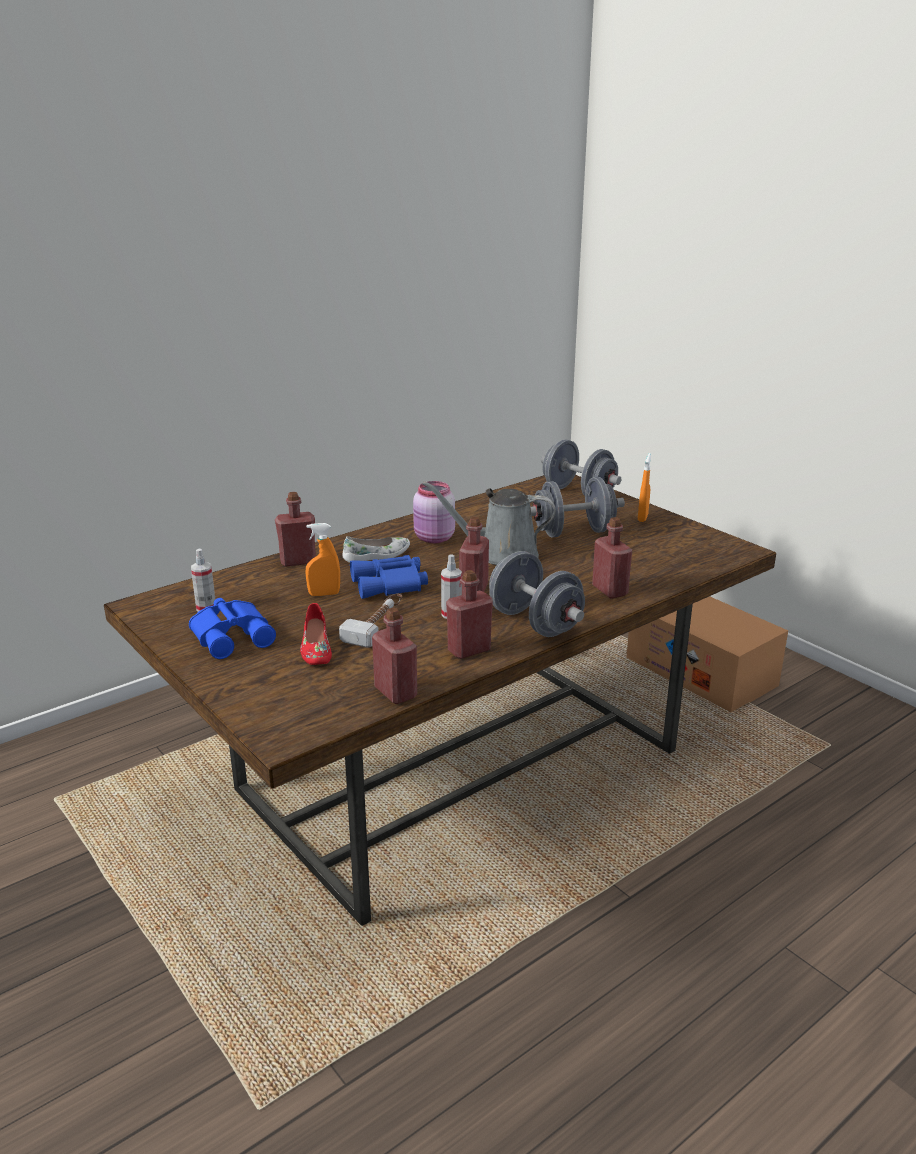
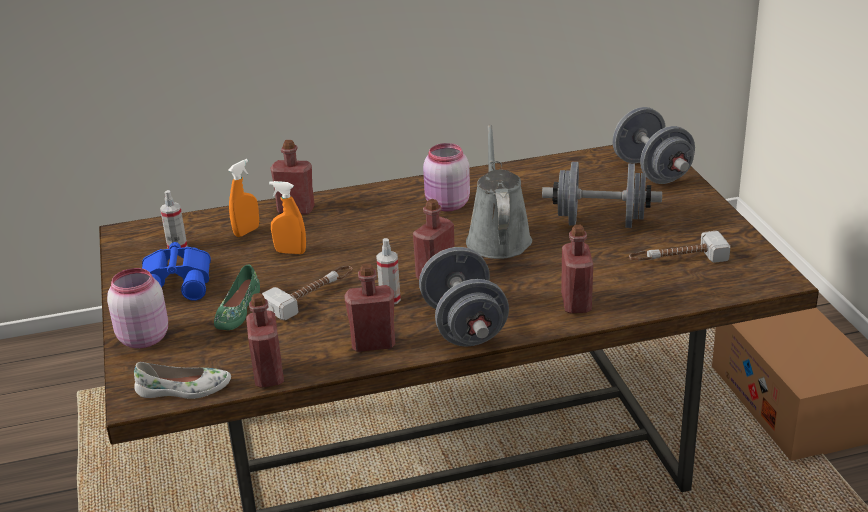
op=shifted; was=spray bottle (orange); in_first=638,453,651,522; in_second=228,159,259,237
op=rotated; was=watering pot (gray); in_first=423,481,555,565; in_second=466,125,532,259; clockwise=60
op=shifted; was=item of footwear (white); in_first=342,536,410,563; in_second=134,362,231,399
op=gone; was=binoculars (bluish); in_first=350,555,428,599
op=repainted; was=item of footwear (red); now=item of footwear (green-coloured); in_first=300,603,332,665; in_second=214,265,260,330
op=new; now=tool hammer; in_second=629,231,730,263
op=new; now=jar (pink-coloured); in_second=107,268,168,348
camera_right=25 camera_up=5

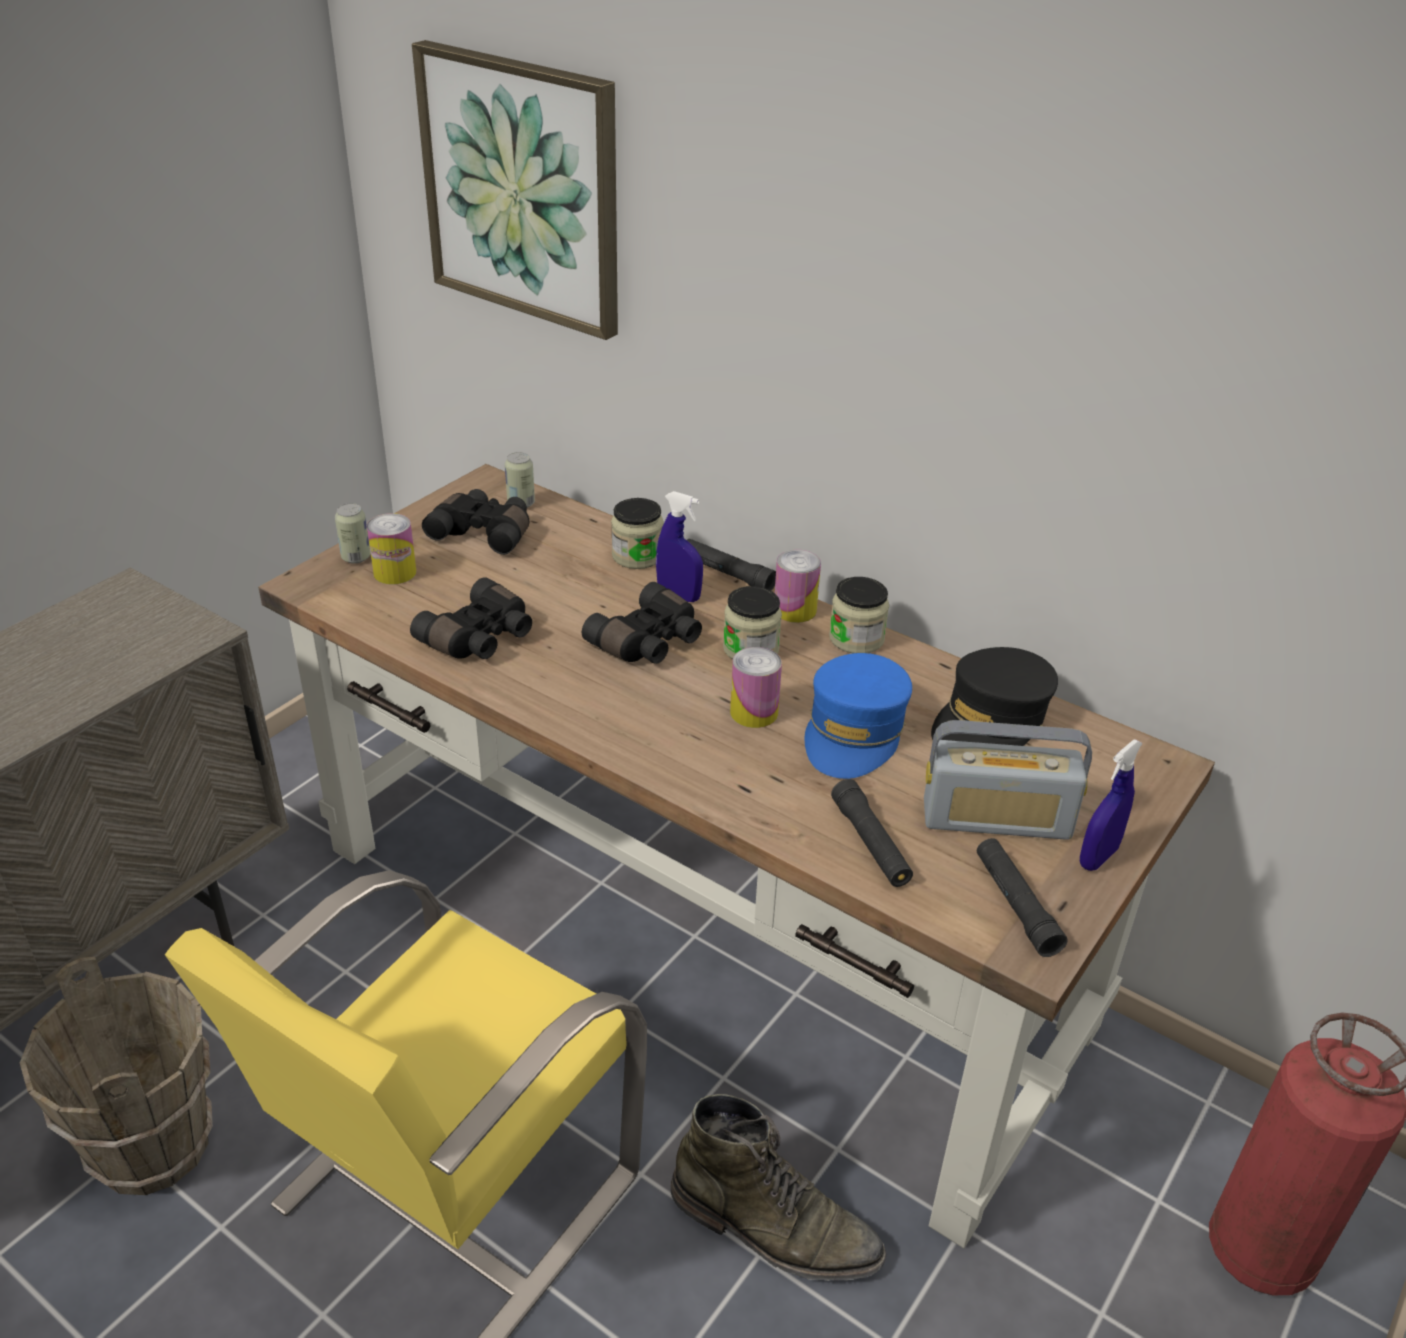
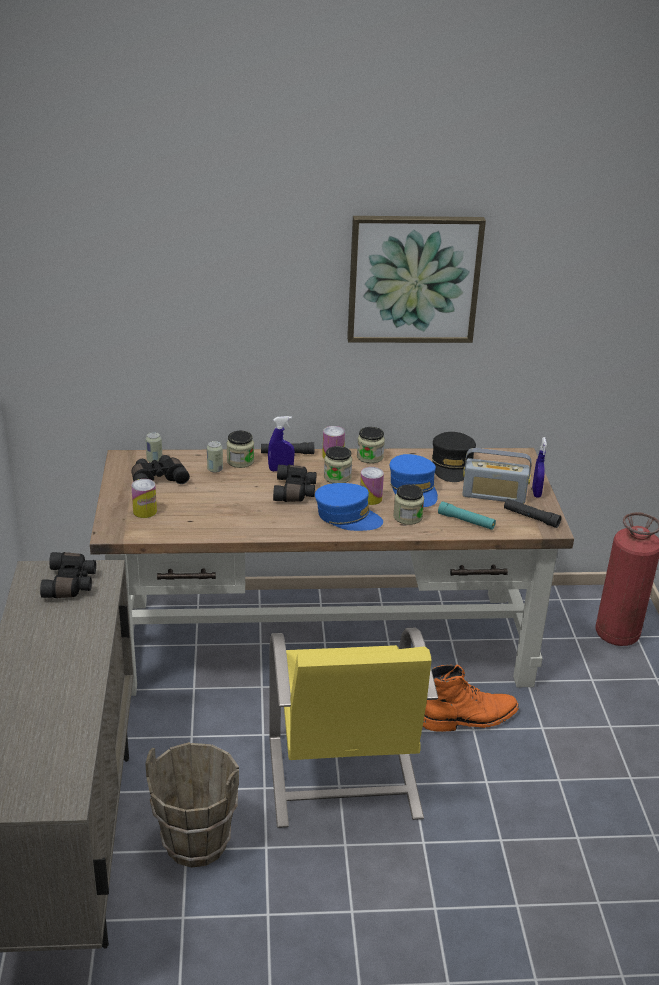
op=shifted; was=wall picture; in_first=412,40,618,340; in_second=347,216,486,343
op=shifted; was=can; in_first=335,503,370,564; in_second=207,441,223,473
op=shifted; was=binoculars (black); in_first=410,577,532,659; in_second=40,552,96,598
op=rotated; was=radio receiver; in_first=924,720,1092,840; in_second=462,448,531,504; clockwise=45
op=repainted; was=hand torch (black); now=hand torch (turquoise); in_first=831,779,913,887; in_second=438,501,496,530
op=repainted; was=high-top boot (green-coloured); now=high-top boot (orange); in_first=671,1094,886,1281; in_second=423,665,519,732
op=new; now=peaked cap (bluish); in_second=315,483,383,531
op=new; now=jar; in_second=393,484,424,525
camera_right=-40 camera_up=-5

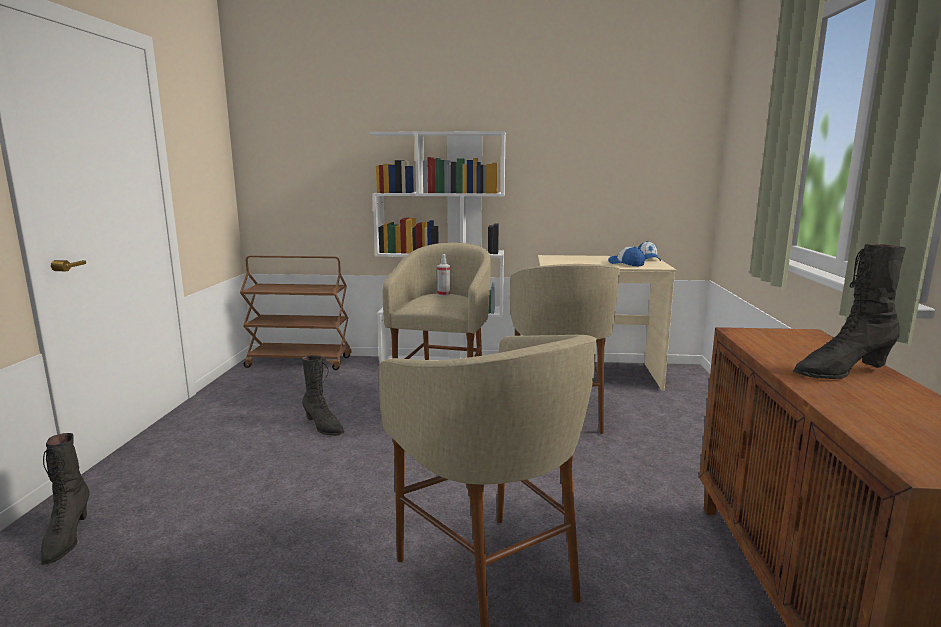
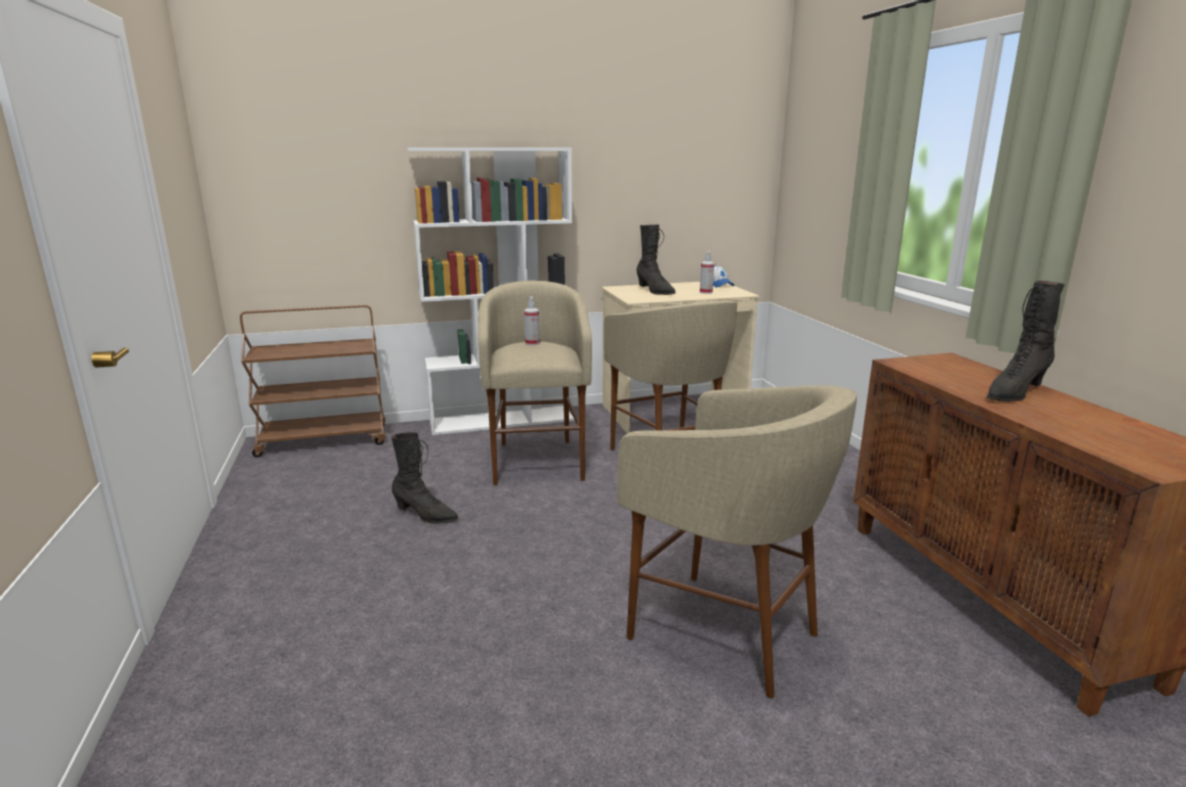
op=swapped; was=peaked cap; now=spray bottle; in_first=608,246,645,267; in_second=700,251,714,294
op=shifted; was=high-top boot (black); in_first=41,433,90,565; in_second=636,225,676,295
camera_right=-20 camera_up=5

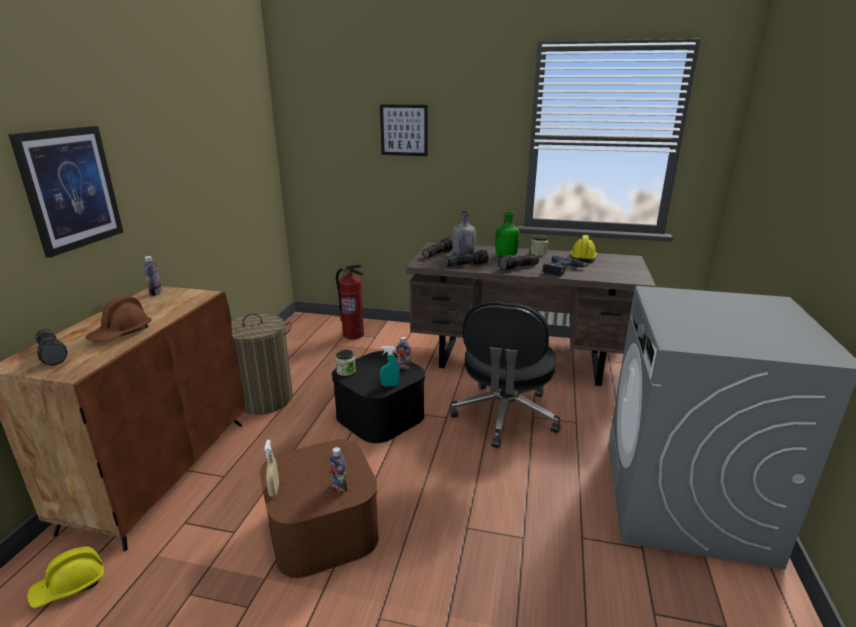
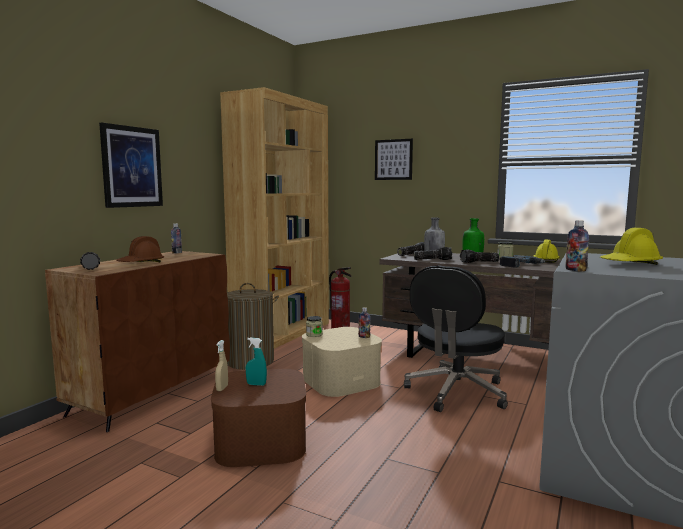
op=shifted; was=spray bottle (turquoise); in_first=380,346,399,386; in_second=246,338,267,386
op=repainted; was=storage bin (black); now=storage bin (beige-coloured); in_first=332,351,425,443; in_second=302,327,382,397
op=shifted; was=drink bottle; in_first=329,447,347,493; in_second=565,220,589,272
op=shifted; was=safety helmet (yellow-coloured); in_first=27,547,104,608; in_second=600,228,663,265
op=new; now=shelving unit (brown); in_second=220,87,329,349
camera_right=15 camera_up=-15

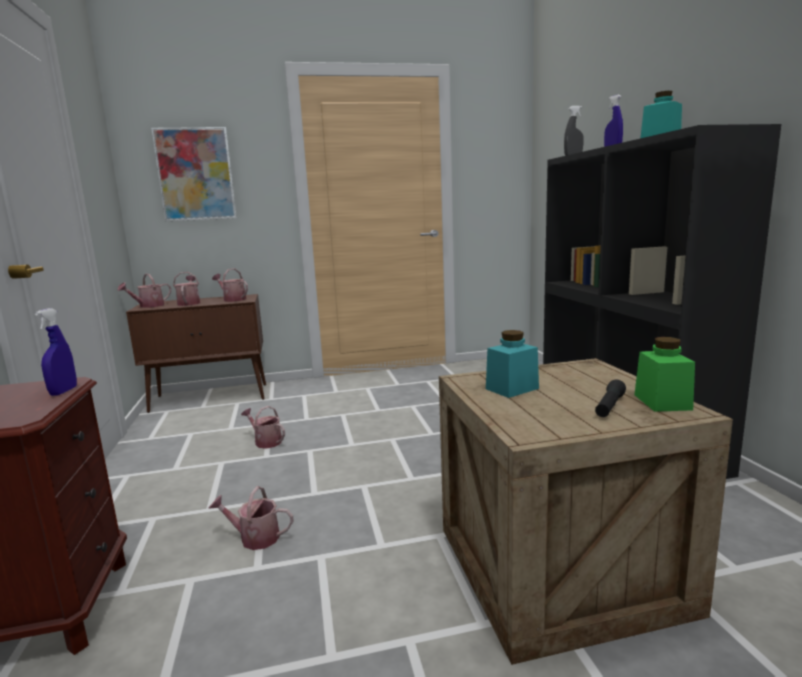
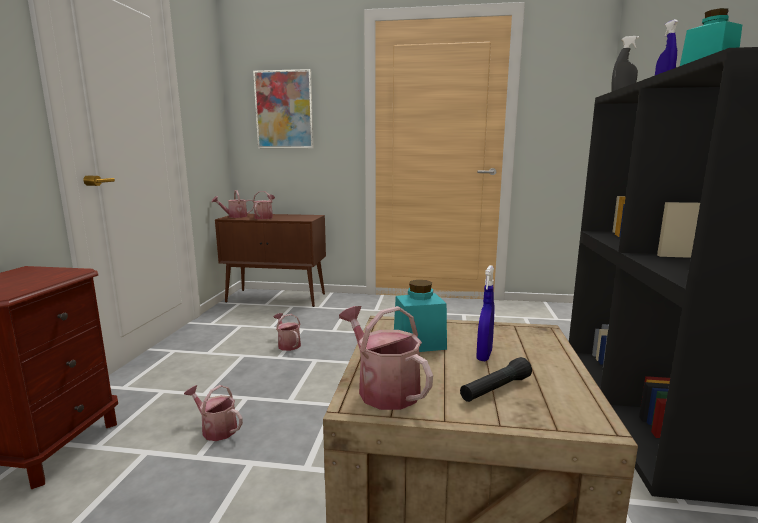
op=shifted; was=watering pot; in_first=212,268,248,302; in_second=339,306,433,410
op=shifted; was=spray bottle (bluish); in_first=35,308,77,396; in_second=476,265,495,361
op=gone; was=jar (green-coloured); in_first=634,337,695,412
camera_right=20 camera_up=0

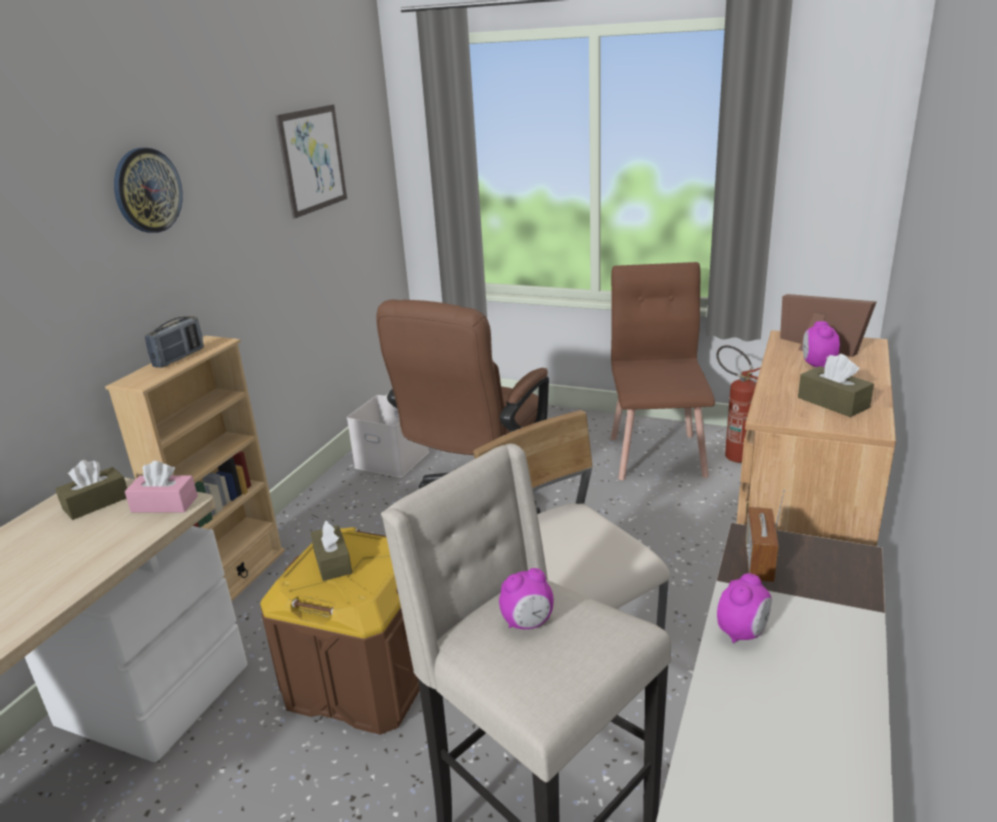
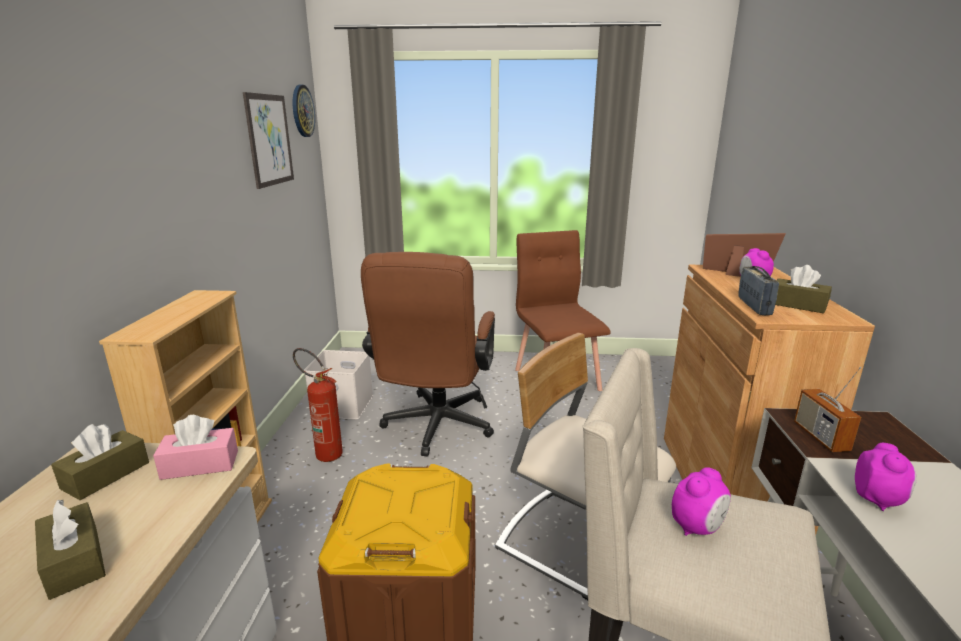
op=shifted; was=hanging clock; in_first=114,148,183,233; in_second=293,85,315,137
op=shifted; was=radio receiver; in_first=145,316,204,368; in_second=738,266,779,315
op=shifted; was=fire-fighting cylinder; in_first=716,345,761,463; in_second=293,348,343,462
op=shifted; was=box of tissues (brown); in_first=310,521,352,581; in_second=35,500,106,600
camera_right=-20 camera_up=-5

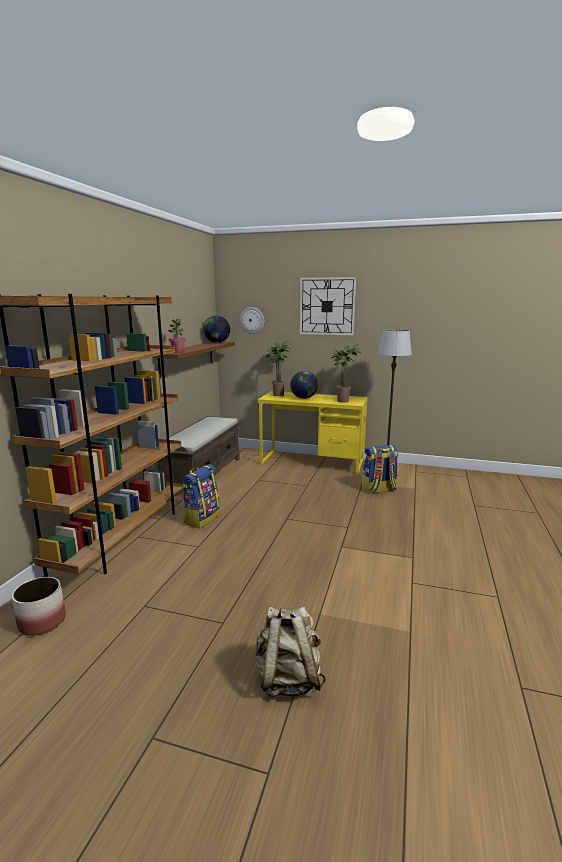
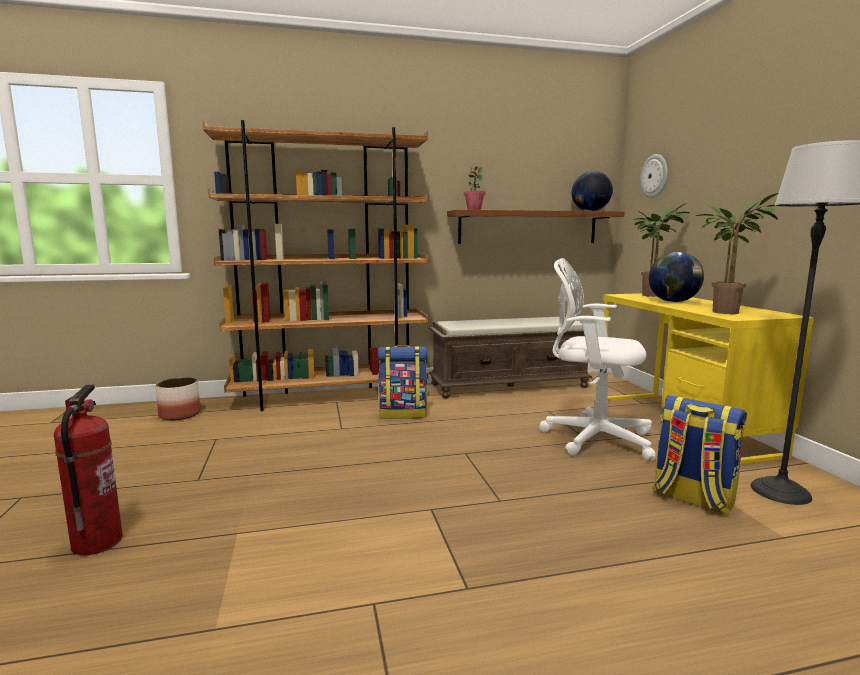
op=gone; was=hanging clock; in_first=300,277,356,335
op=swapped; was=backpack (beige-coloured); now=fire-fighting cylinder; in_first=254,607,326,697; in_second=54,384,123,555
op=new; now=desk chair (white); in_second=539,258,656,461
camera_right=60 camera_up=-5

